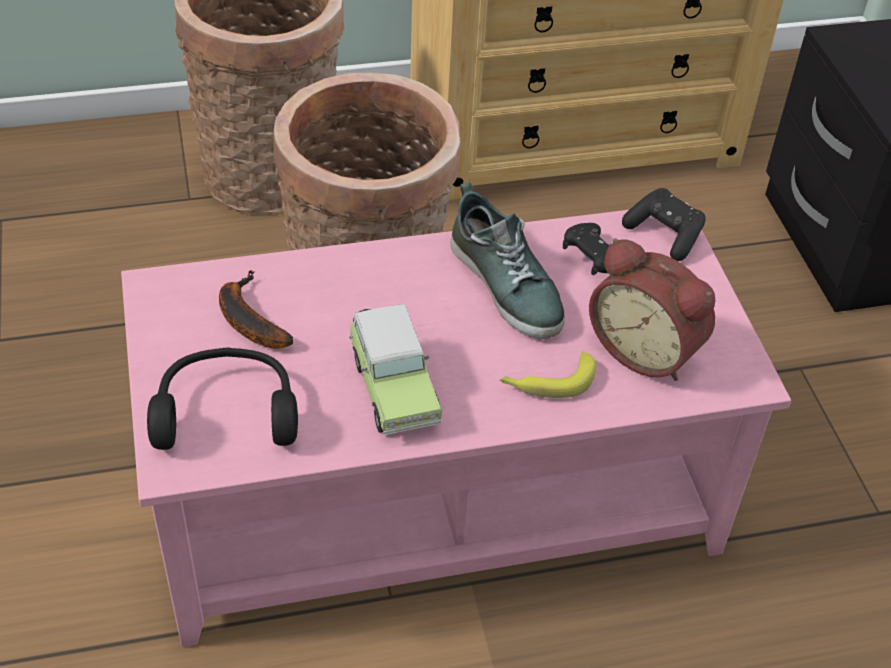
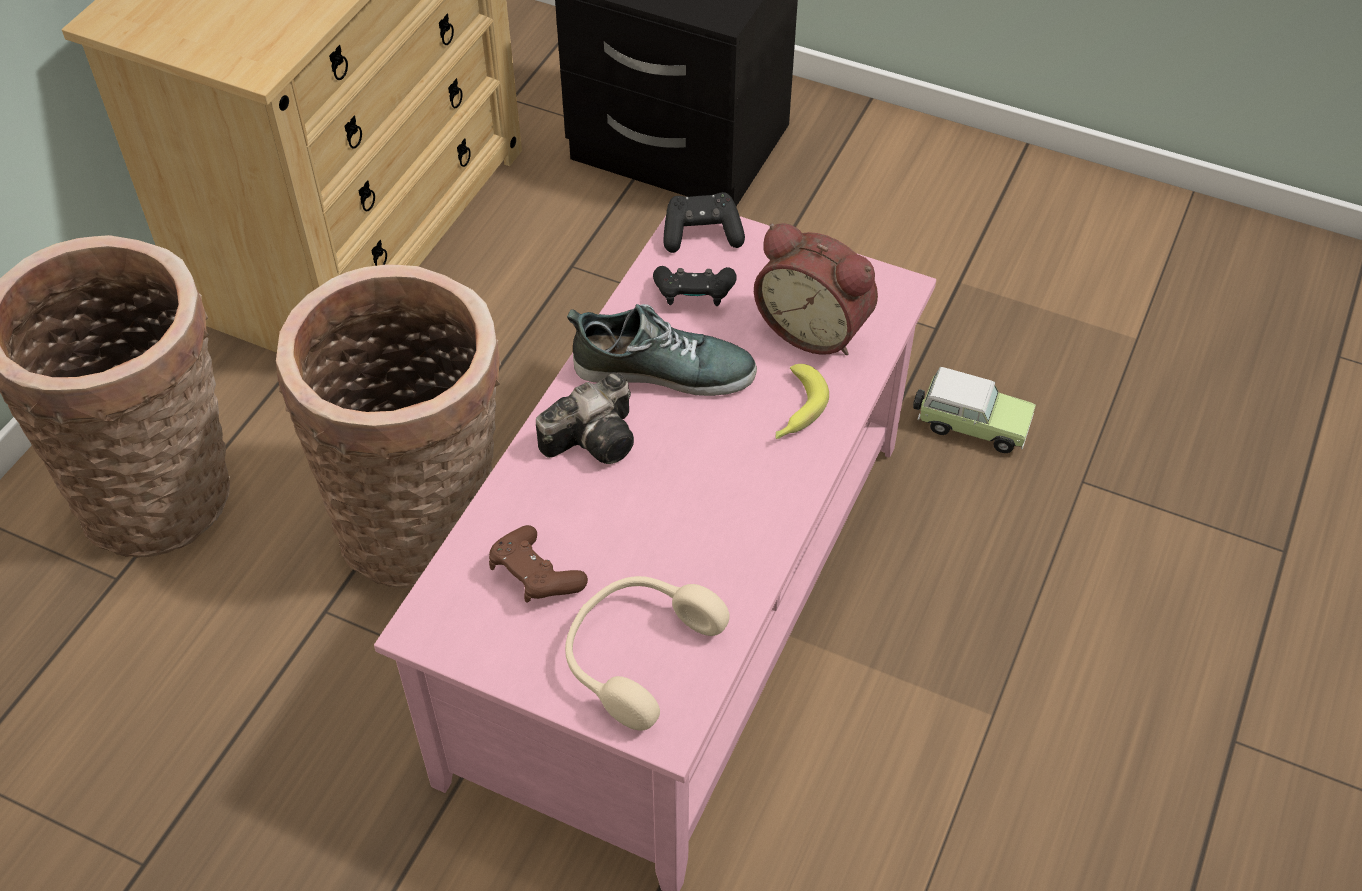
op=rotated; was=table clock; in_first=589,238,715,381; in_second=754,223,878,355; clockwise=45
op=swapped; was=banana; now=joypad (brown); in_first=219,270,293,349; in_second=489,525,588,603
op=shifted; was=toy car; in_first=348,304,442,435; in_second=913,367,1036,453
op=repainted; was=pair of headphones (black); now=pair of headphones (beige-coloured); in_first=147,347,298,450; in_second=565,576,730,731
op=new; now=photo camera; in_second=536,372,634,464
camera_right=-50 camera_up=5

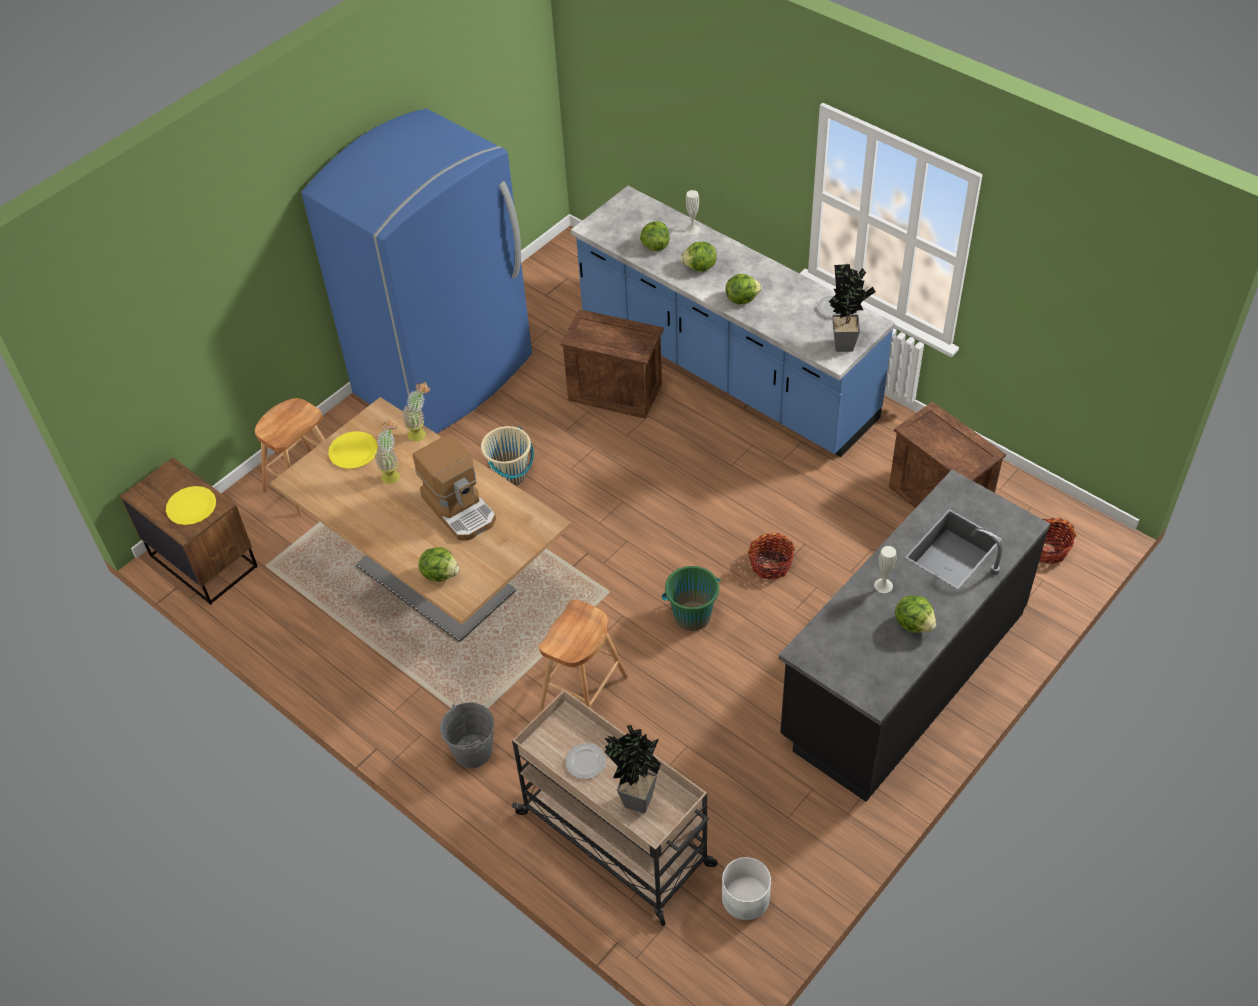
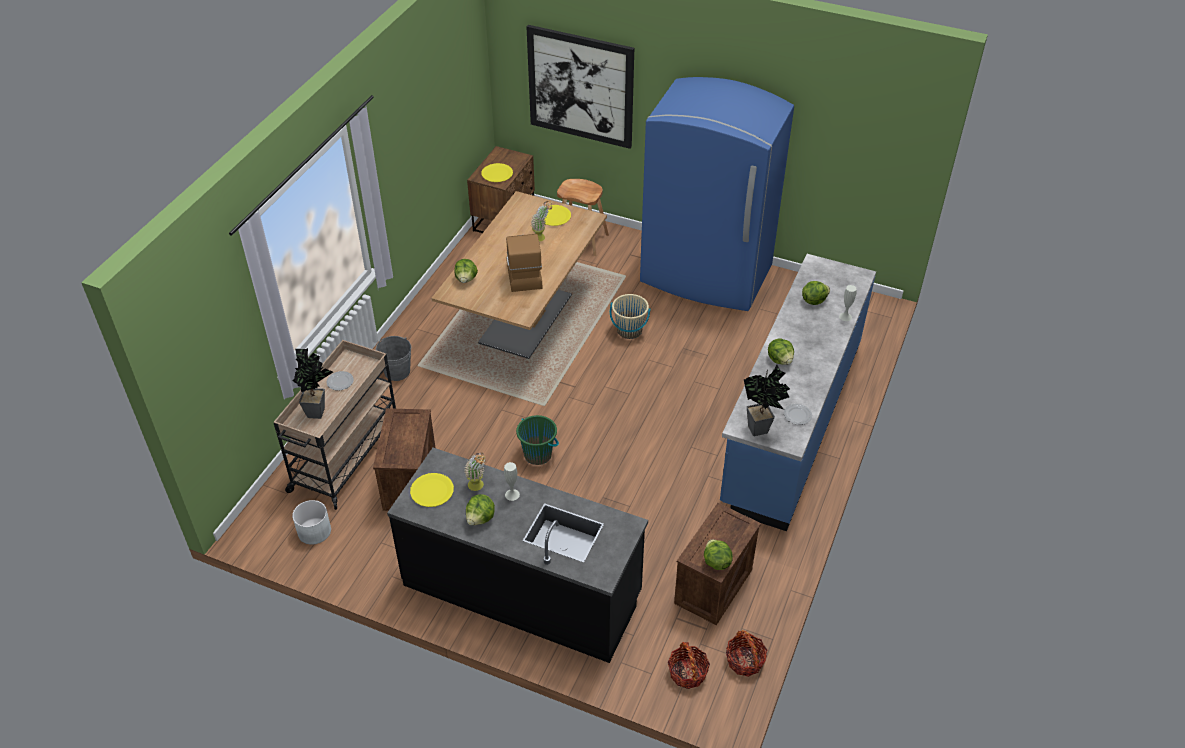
op=shifted; was=lettuce; in_first=681,242,717,272; in_second=704,539,733,570
op=shifted; was=packing crate; in_first=560,309,664,419; in_second=373,408,436,511
op=shifted; was=plant in a pot; in_first=402,382,430,442; in_second=464,452,486,491
op=rotated; was=coffee maker; in_first=413,433,496,540; in_second=506,234,543,292; clockwise=135
op=shifted; was=household basket; in_first=747,533,795,580; in_second=726,630,767,677
op=gone; was=sitting stool (brown); in_first=539,600,628,710
op=new; now=wall picture; in_second=526,25,634,149
op=new; now=dinner plate (yellow-coloured); in_second=410,473,454,507
camera_right=70 camera_up=-5

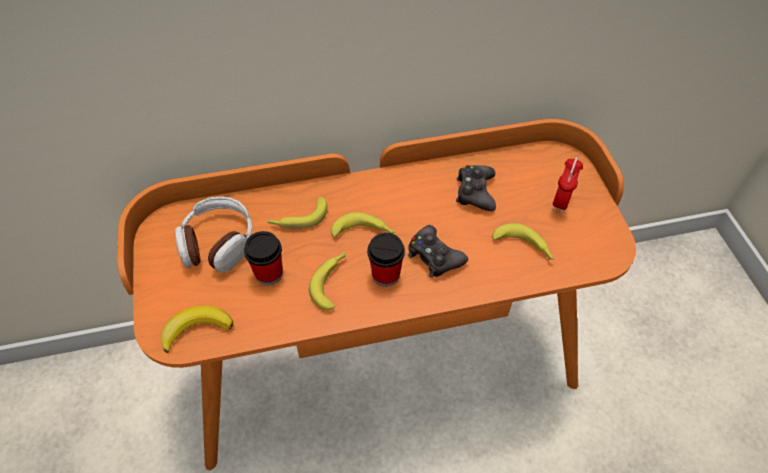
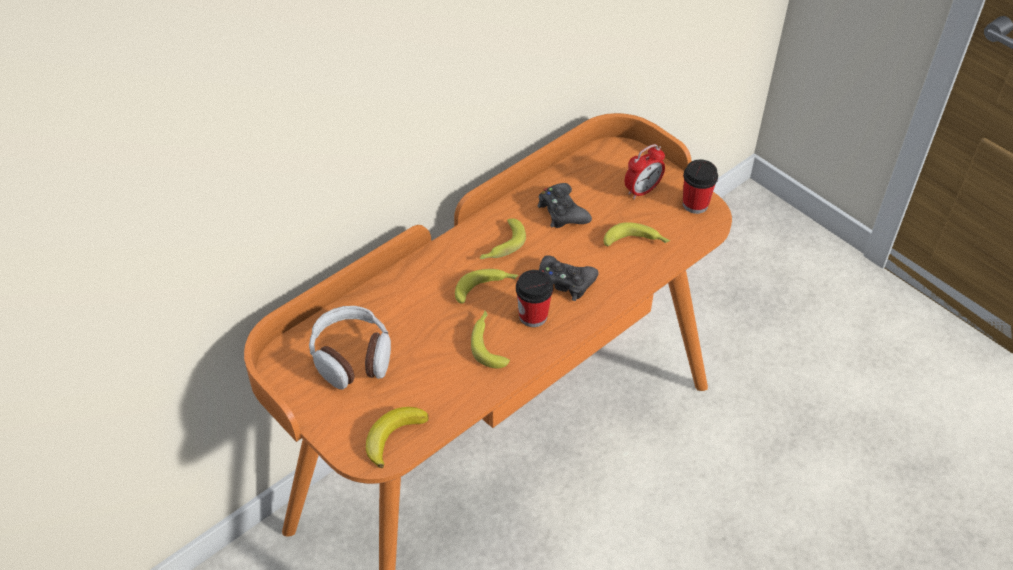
op=rotated; was=table clock; in_first=553,156,583,213; in_second=625,144,665,199; clockwise=60
op=shifted; was=banana; in_first=267,197,327,229; in_second=480,218,526,259
op=shifted; was=drinking cup; in_first=244,231,283,285; in_second=683,160,718,214
camera_right=-30 camera_up=-5

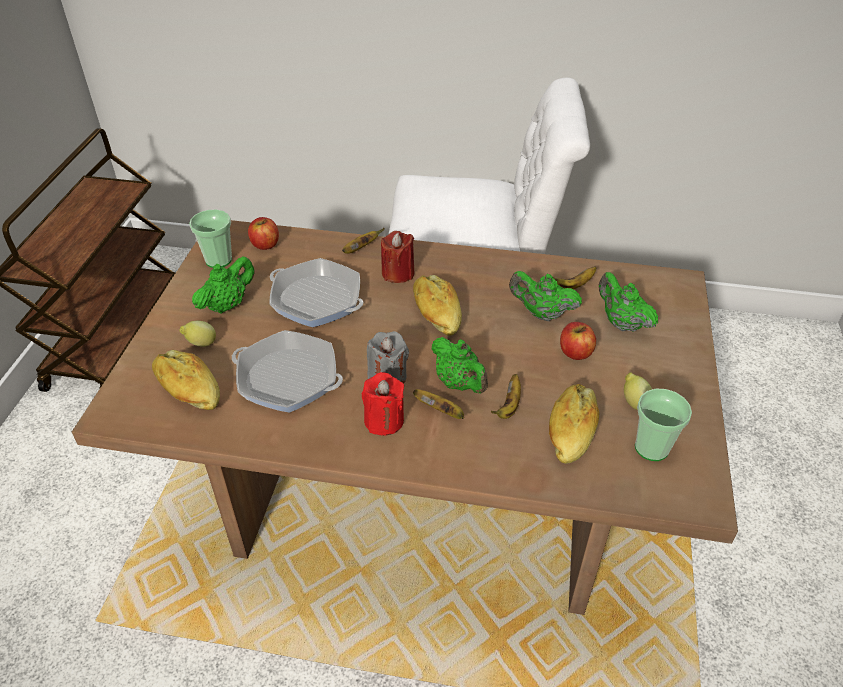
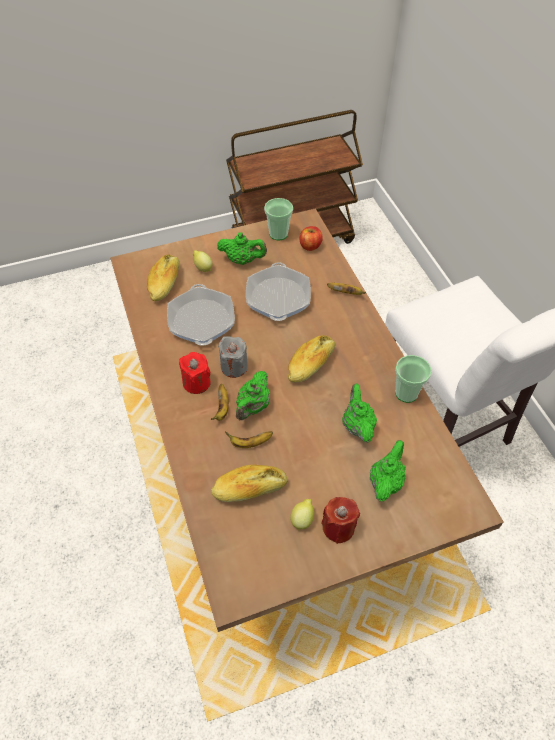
op=shifted; was=wax candle (red); in_first=381,231,414,283; in_second=322,497,360,544
op=gone; was=banana; in_first=552,266,596,289
op=gone; was=apple; in_first=560,322,596,360
op=shifted; was=drinking cup; in_first=635,389,692,461; in_second=395,355,432,403
camera_right=60 camera_up=10

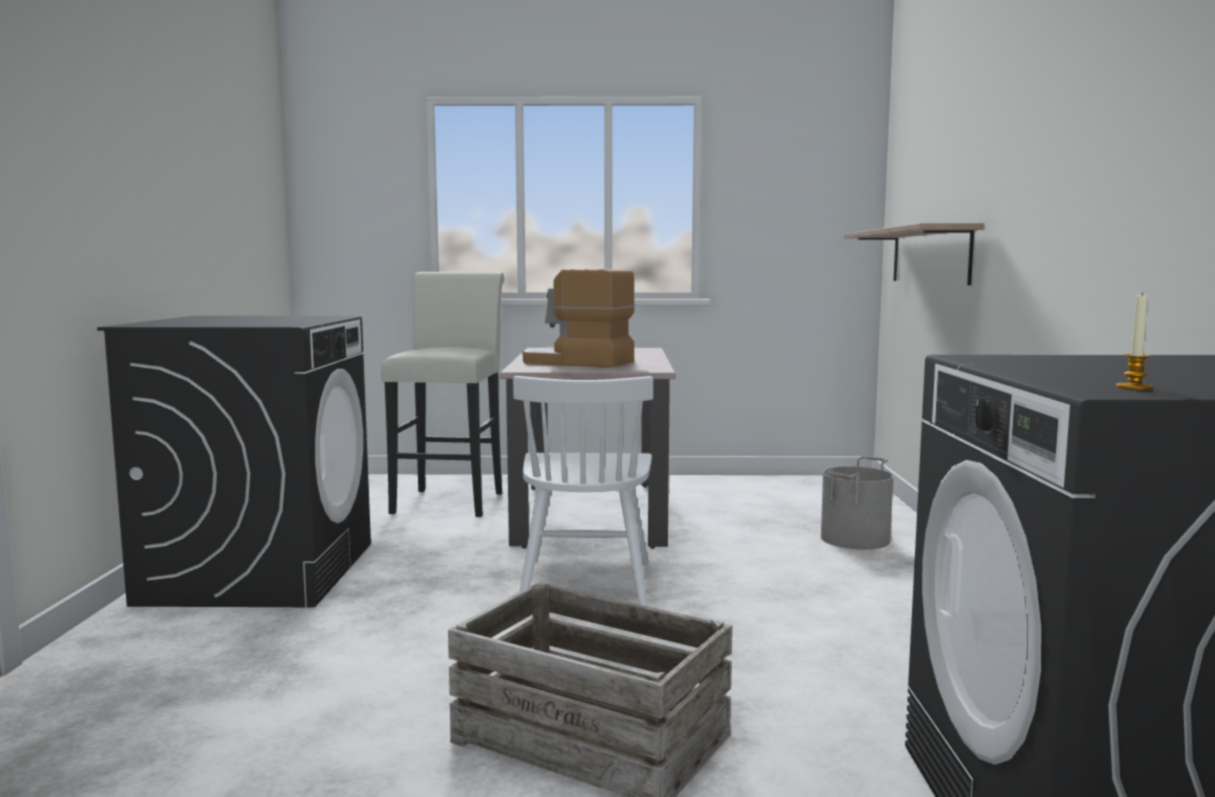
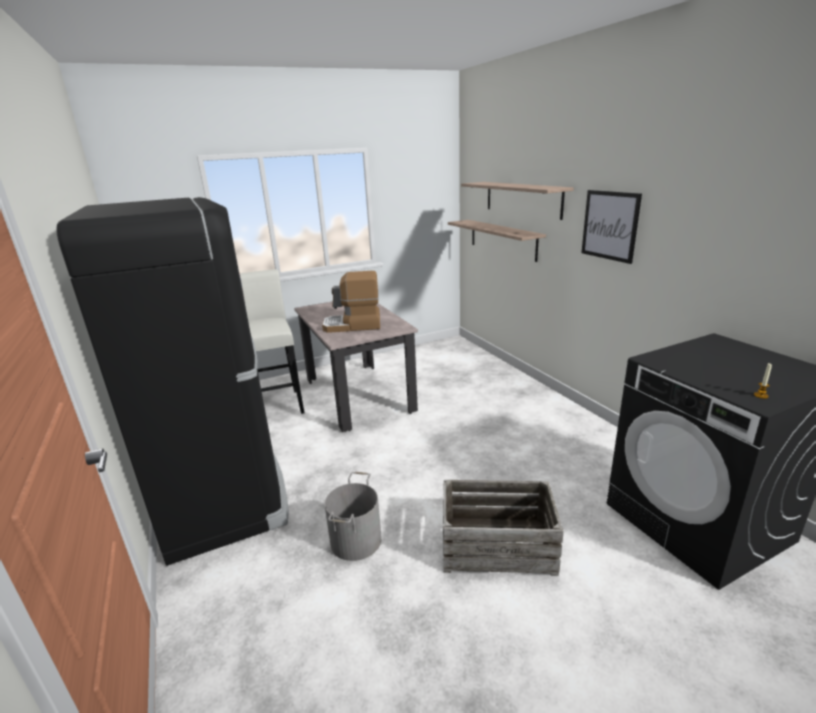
op=swapped; was=laundry appliance (black); now=refrigerator (black); in_first=97,316,371,607; in_second=57,197,289,565
op=gone; was=chair (white); in_first=513,376,653,606
op=shifted; was=pail (gray); in_first=821,456,893,550; in_second=325,472,381,561
op=new; now=shelf; in_second=461,182,574,220
op=new; now=wall picture; in_second=582,190,642,264
camera_right=-25 camera_up=15

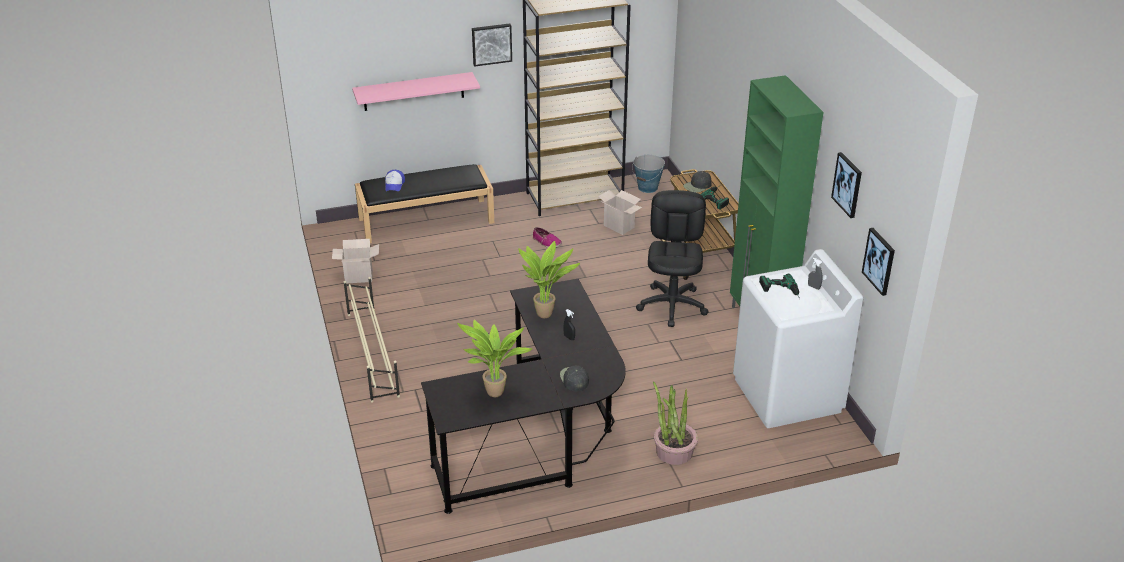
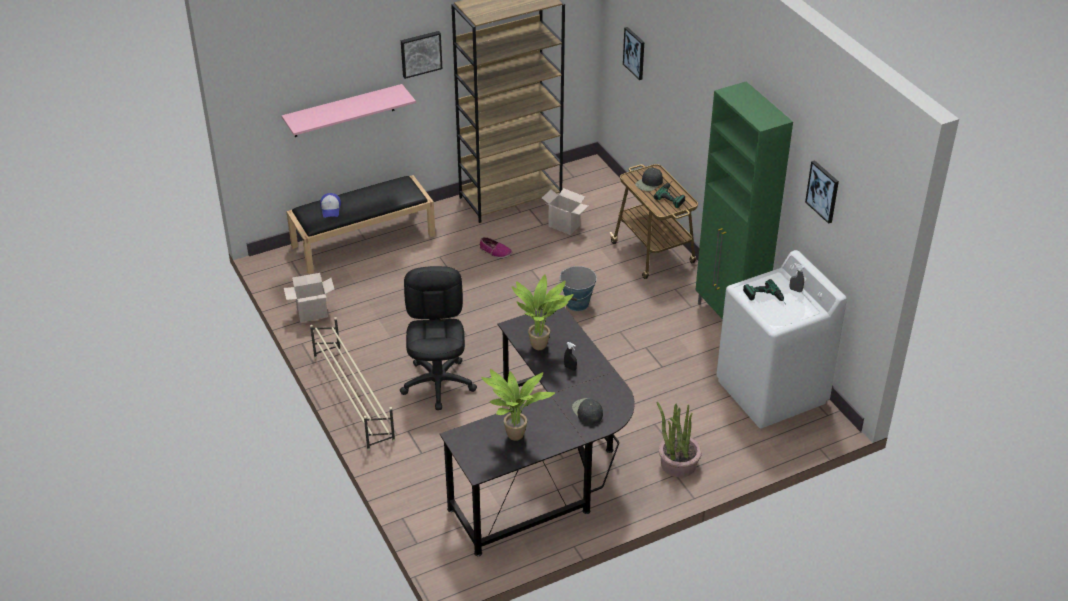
op=shifted; was=pail; in_first=632,155,665,193; in_second=559,266,597,311
op=shifted; was=desk chair (black); in_first=636,190,709,327; in_second=400,266,477,410
op=shifted; was=wall picture; in_first=862,228,895,296; in_second=623,27,644,80
camera_right=-10 camera_up=5

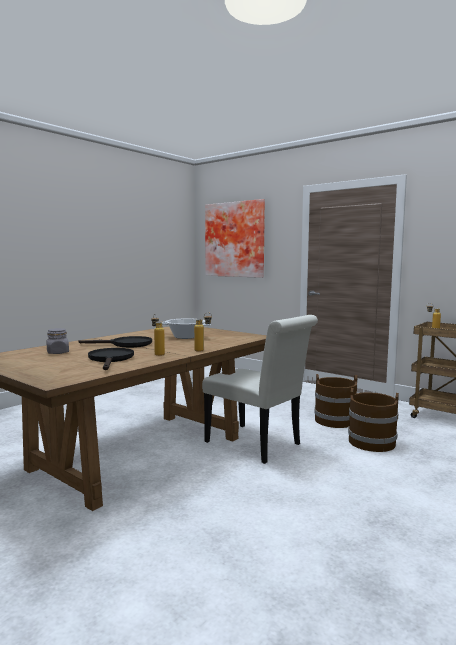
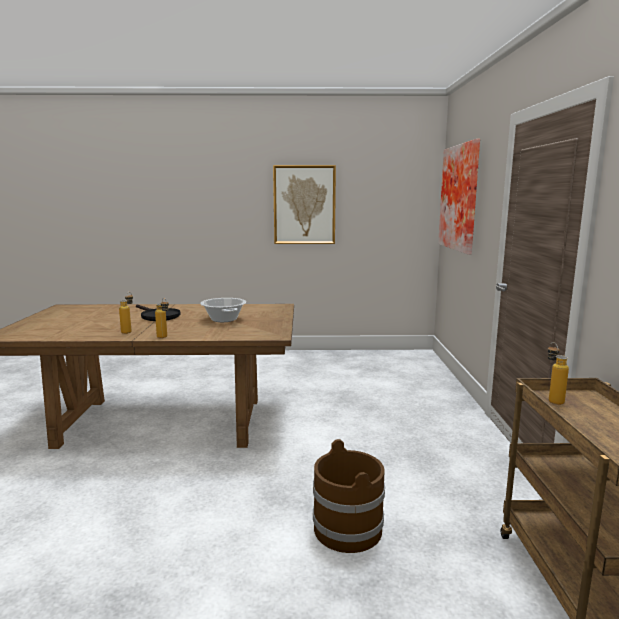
op=gone; was=chair (white); in_first=202,315,318,464
op=gone; was=jar (gray); in_first=47,328,69,354
op=gone; was=frying pan (black); in_first=88,348,134,370
op=gone; was=pail (brown); in_first=314,374,357,428
op=new; now=wall picture; in_second=273,165,336,244
camera_right=50 camera_up=5

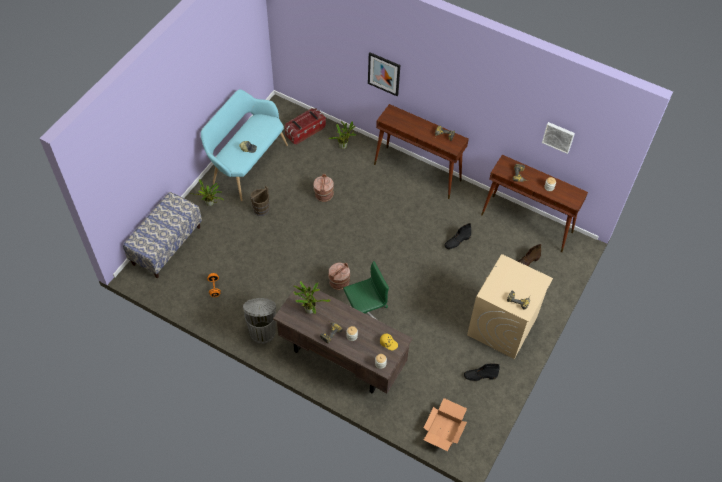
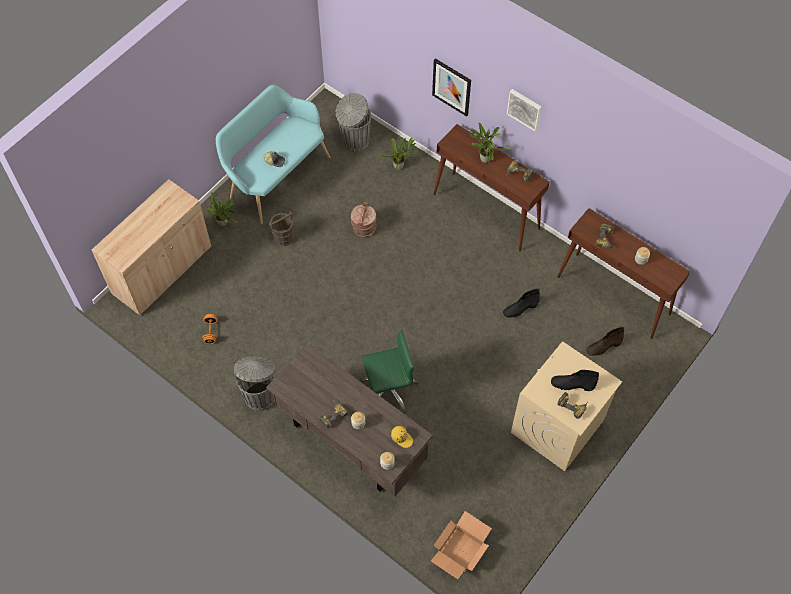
op=swapped; was=storage bin; now=trash can (gray); in_first=285,108,326,145; in_second=336,93,371,152
op=shifted; was=wall picture; in_first=542,122,575,154; in_second=507,89,542,131
op=swapped; was=indoor bench; now=cupboard (beige-coloured); in_first=123,192,202,278; in_second=92,179,211,315
op=gone; was=pail (brown); in_first=328,263,350,290
op=shifted; was=plant in a pot; in_first=293,281,330,314; in_second=470,123,511,163
op=shifted; was=high-top boot (black); in_first=464,363,500,381; in_second=551,370,599,391
camera_right=10 camera_up=5

